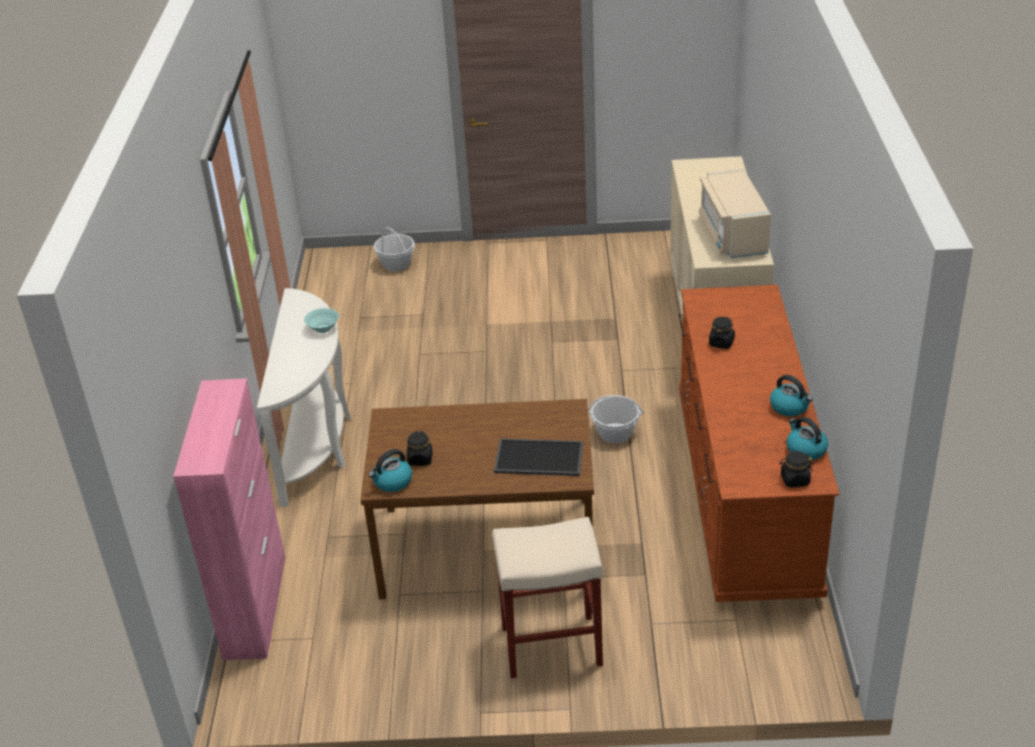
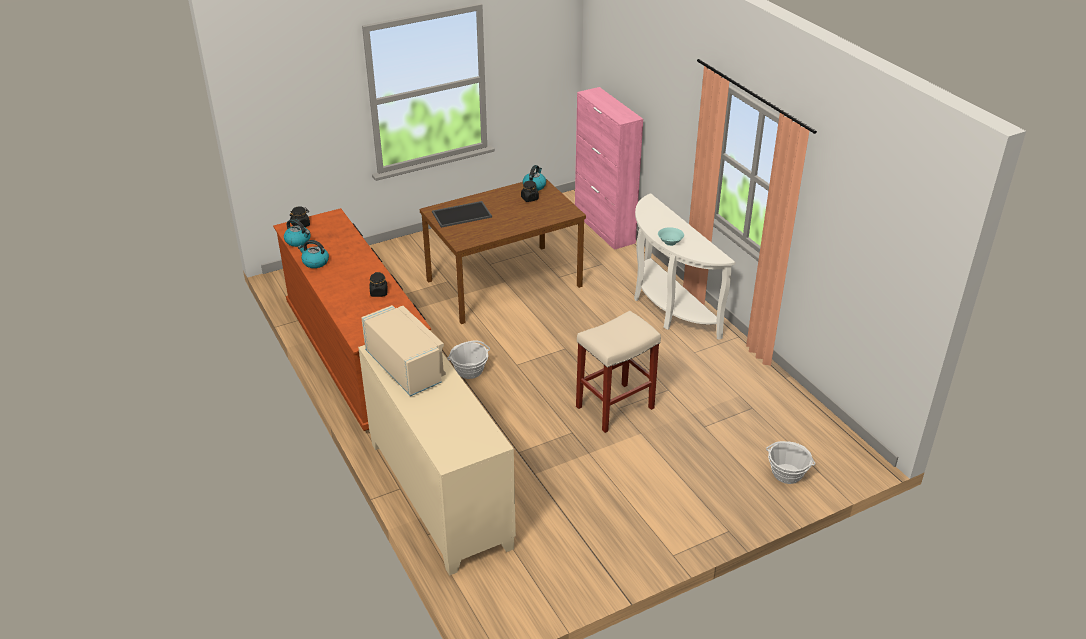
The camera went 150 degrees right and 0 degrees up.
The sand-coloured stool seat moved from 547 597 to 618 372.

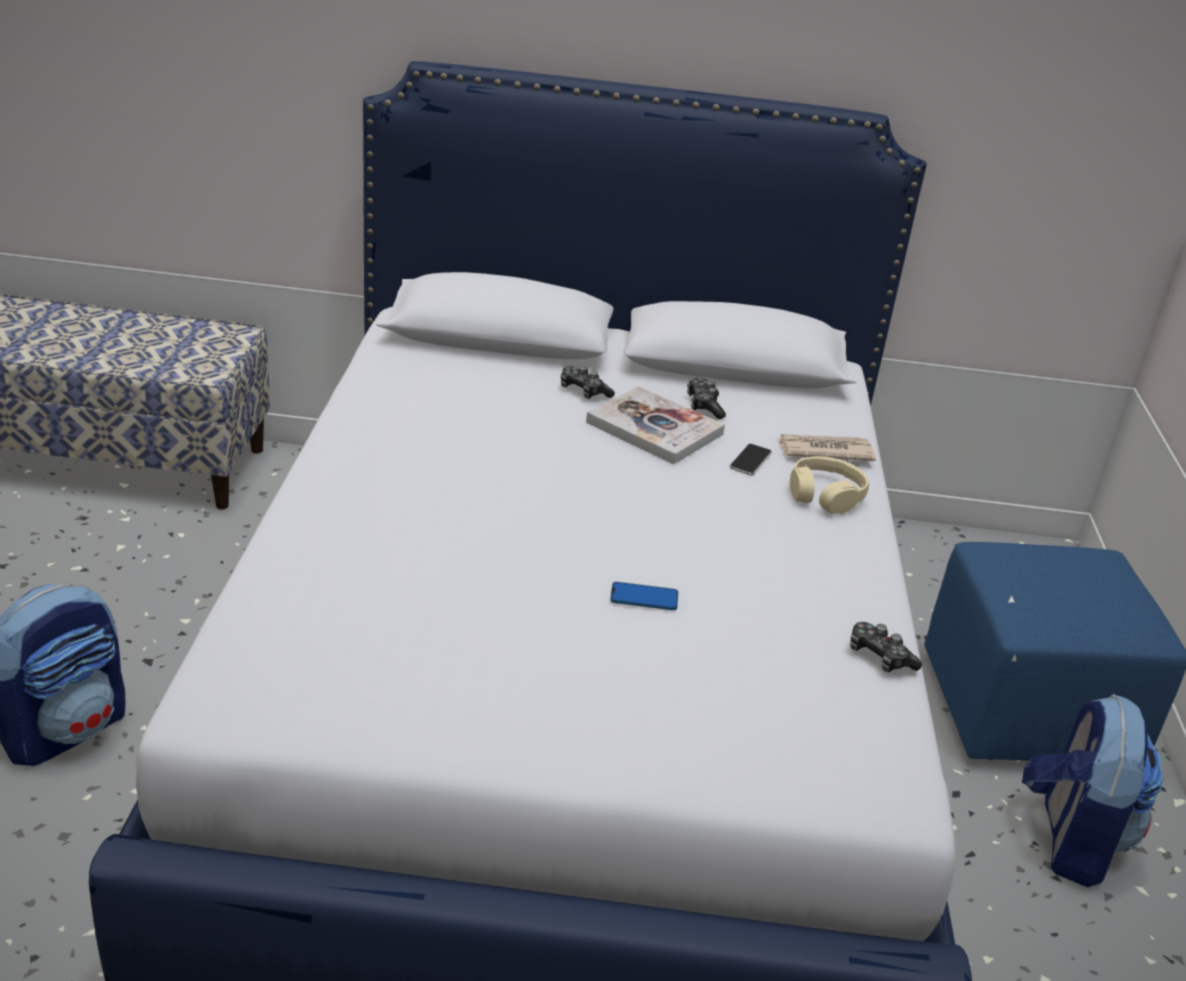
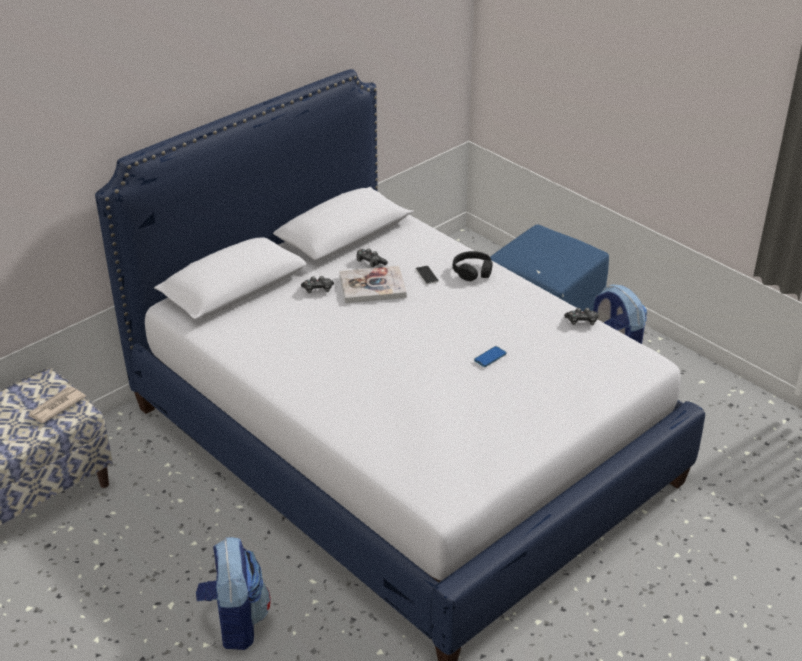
The camera went 45 degrees left and 5 degrees up.
The printed paper moved from 827 447 to 57 405.
The sand-coloured pair of headphones at 829 485 became the black pair of headphones at 473 266.

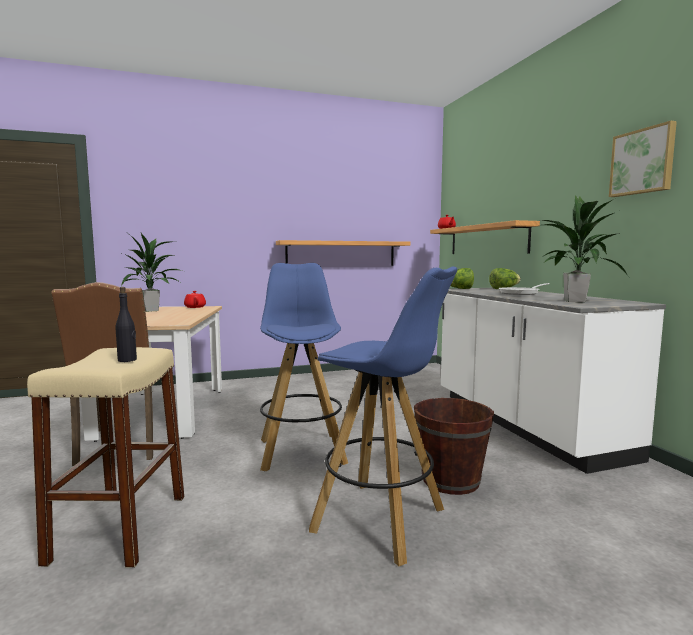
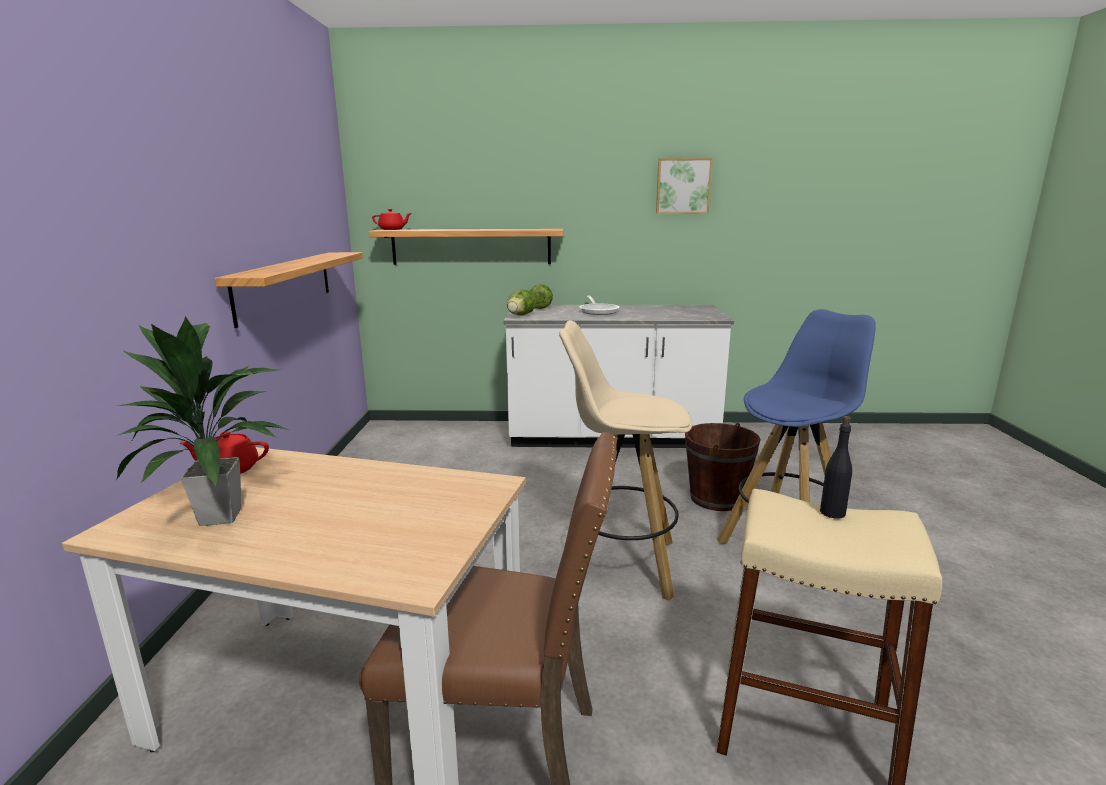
The camera went 70 degrees left and 10 degrees up.
The houseplant at 585 248 disappeared.
The blue-coloured stool seat at 304 367 became the sand-coloured stool seat at 625 461.

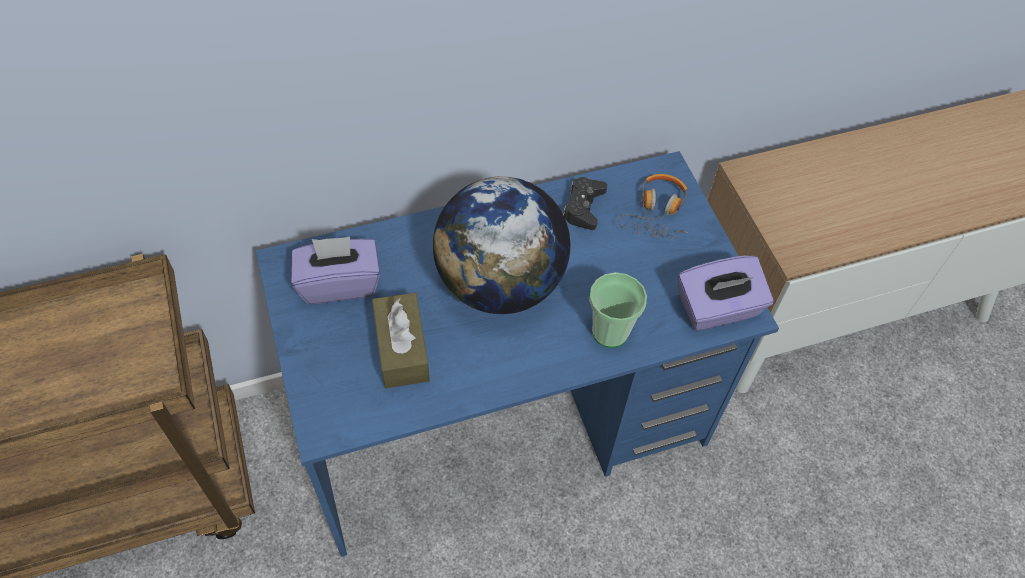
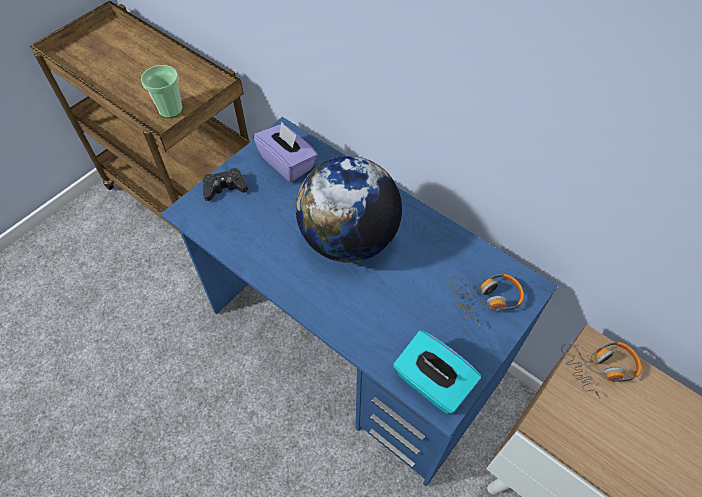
The camera went 60 degrees right and 0 degrees up.
The black game controller moved from 585 203 to 225 184.
The purple tissue holder at 726 293 became the turquoise tissue holder at 437 372.
The drinking cup moved from 618 310 to 162 91.
The brown-coloured tissue holder at 401 340 disappeared.
The pair of headphones at 601 370 appeared.

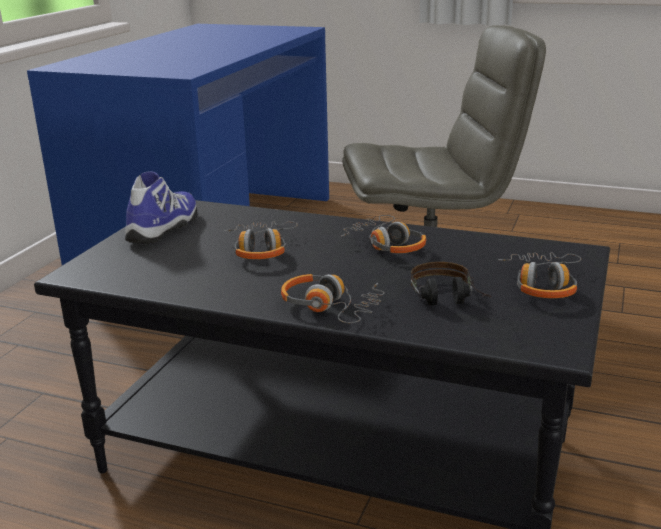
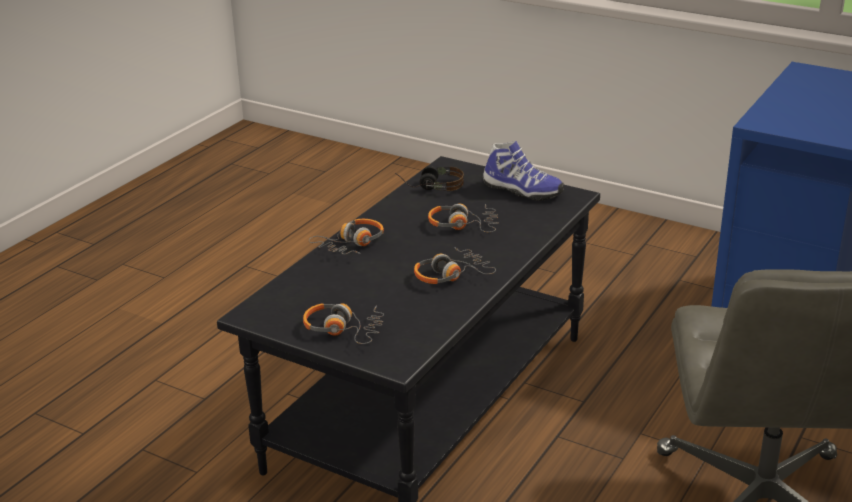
The camera went 100 degrees right and 5 degrees up.
The pair of headphones moved from 451 283 to 429 178.

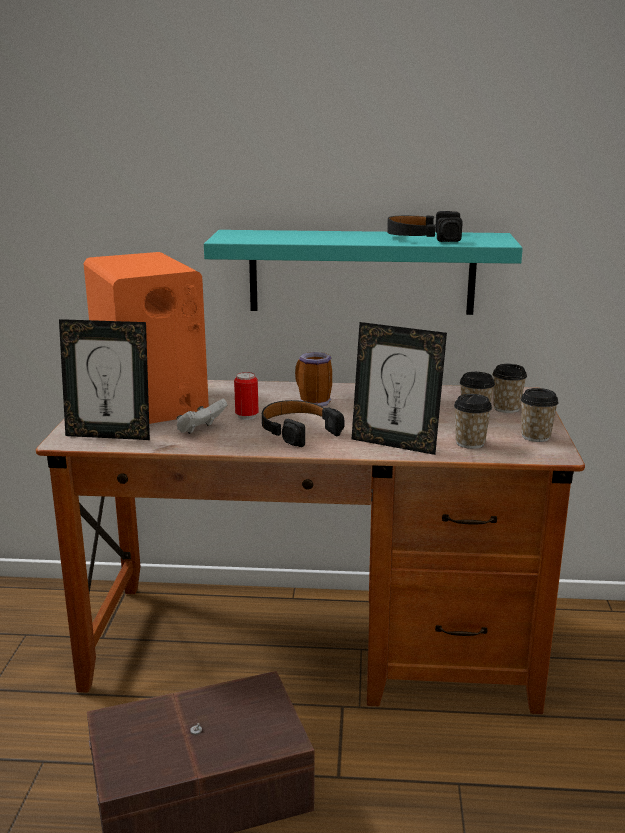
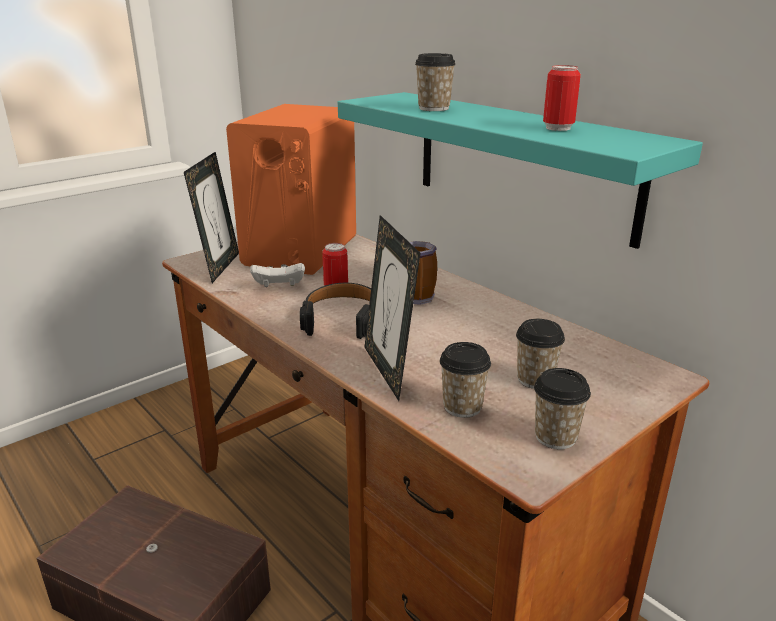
The camera went 45 degrees right and 5 degrees up.
The black pair of headphones at 425 226 was replaced by the sealed can at 562 98.
The picture frame at 104 379 turned 135 degrees counterclockwise.
The drinking cup moved from 509 388 to 435 82.

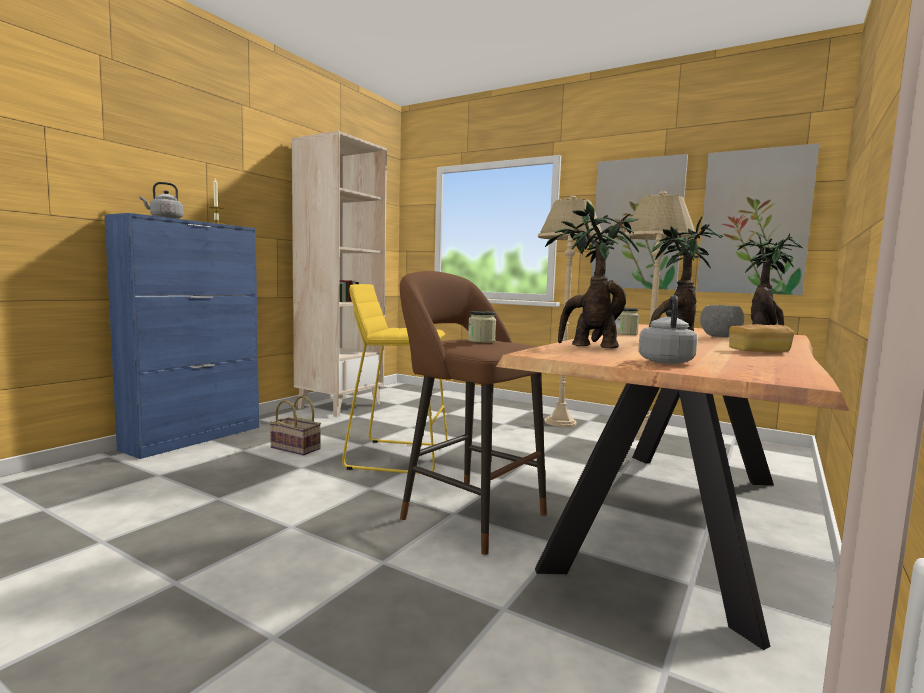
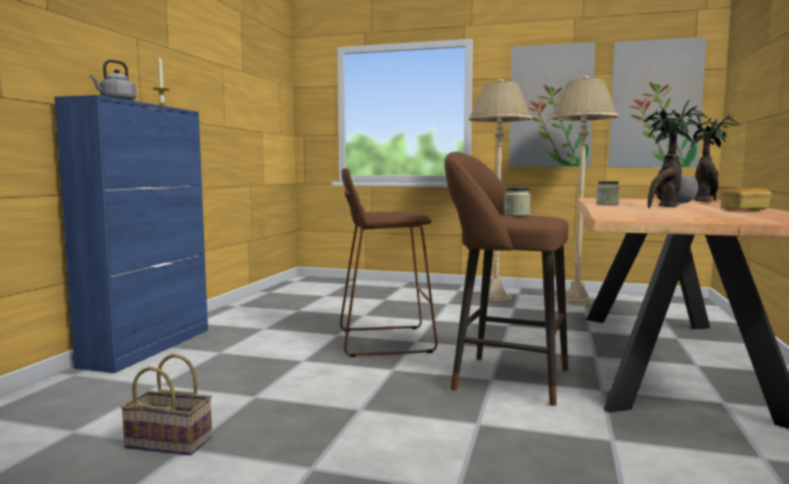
The camera went 15 degrees left and 0 degrees up.
The sand-coloured bookcase at 339 274 disappeared.
The houseplant at 592 275 disappeared.
The yellow stool seat at 395 379 became the brown-coloured stool seat at 388 262.
The gray water kettle at 667 329 disappeared.
The household basket moved from 295 425 to 166 404.

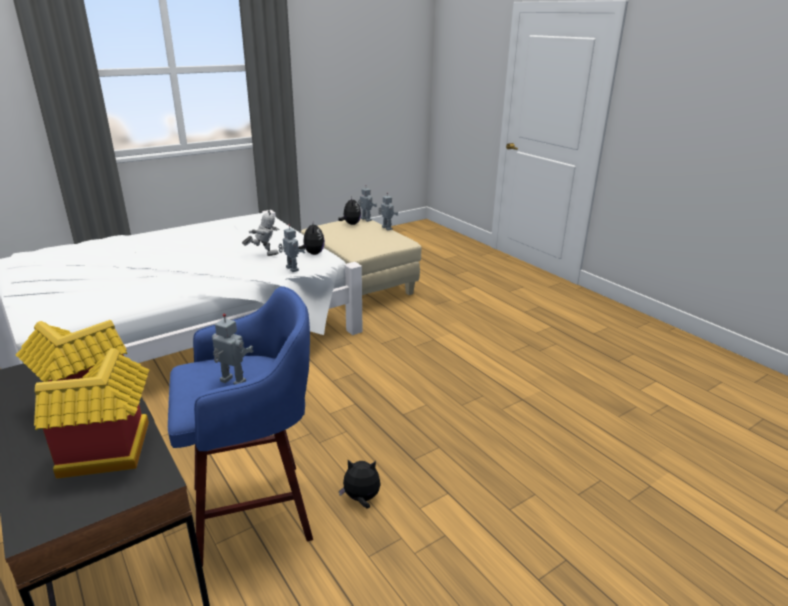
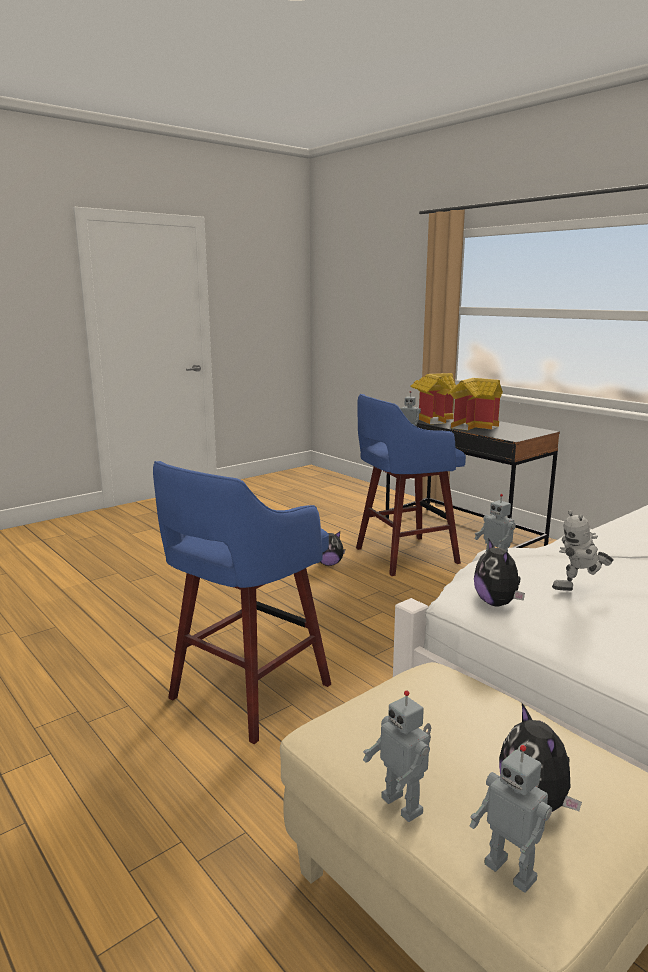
The camera went 175 degrees right and 10 degrees down.
The blue-coloured stool seat at 242 602 appeared.

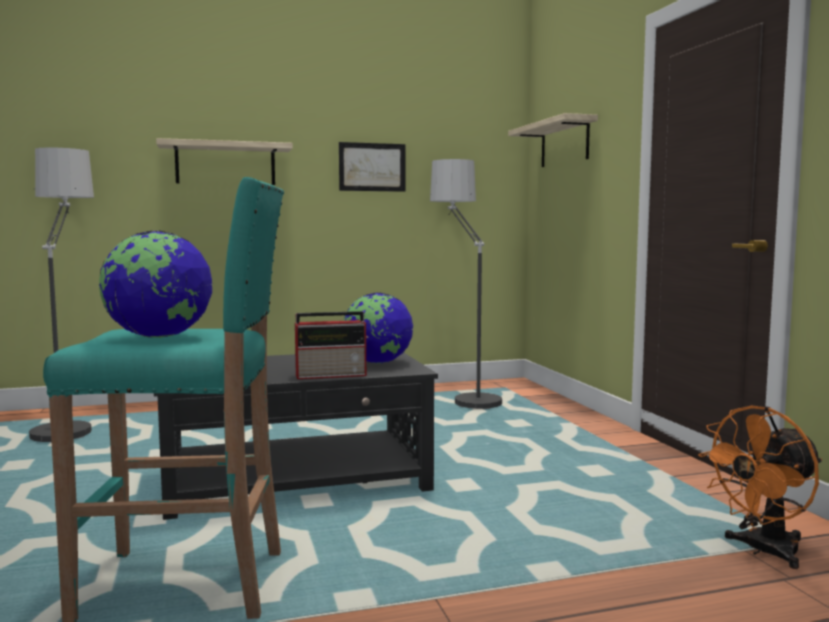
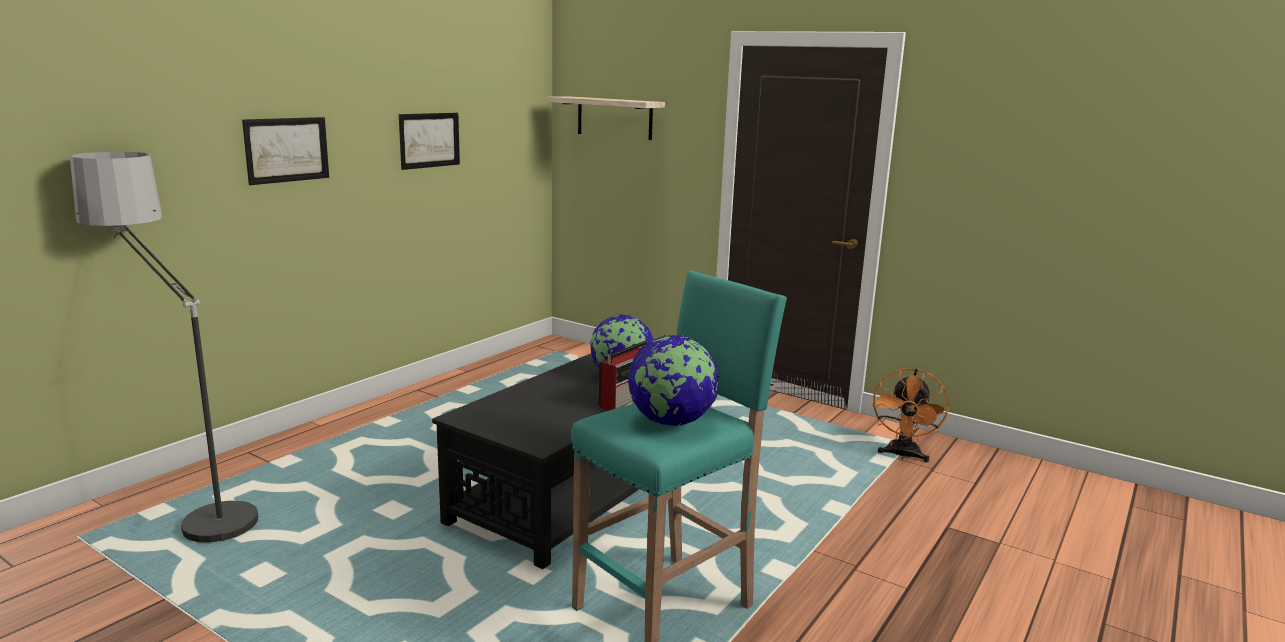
The camera went 40 degrees left and 10 degrees up.
The wall shelf at 224 161 was replaced by the picture at 285 151.
The floor lamp at 466 284 disappeared.

